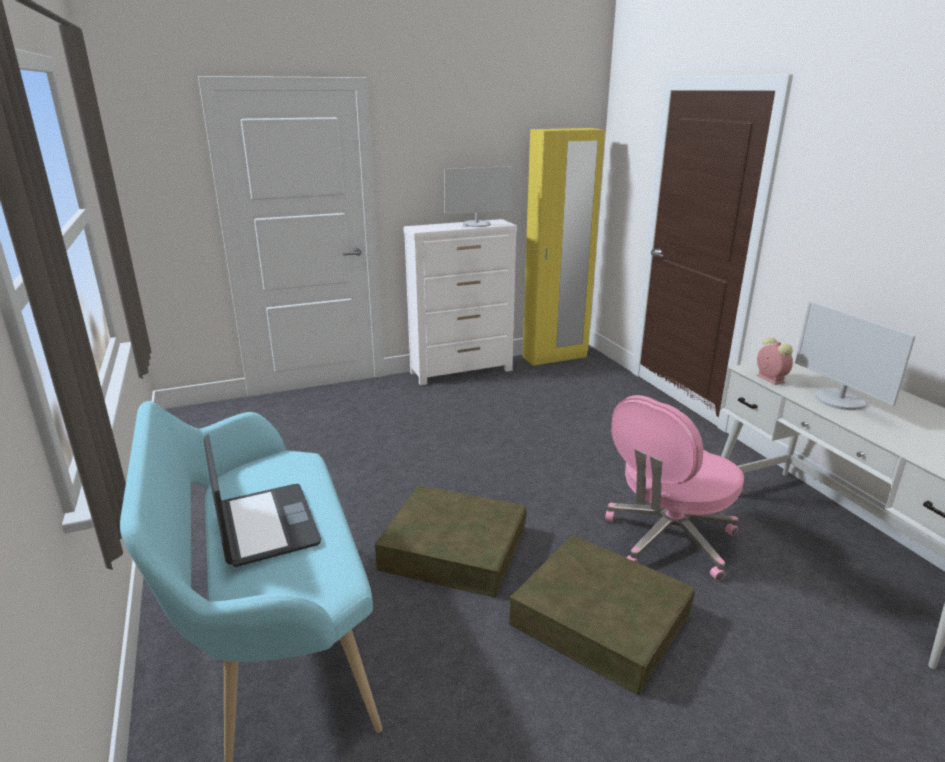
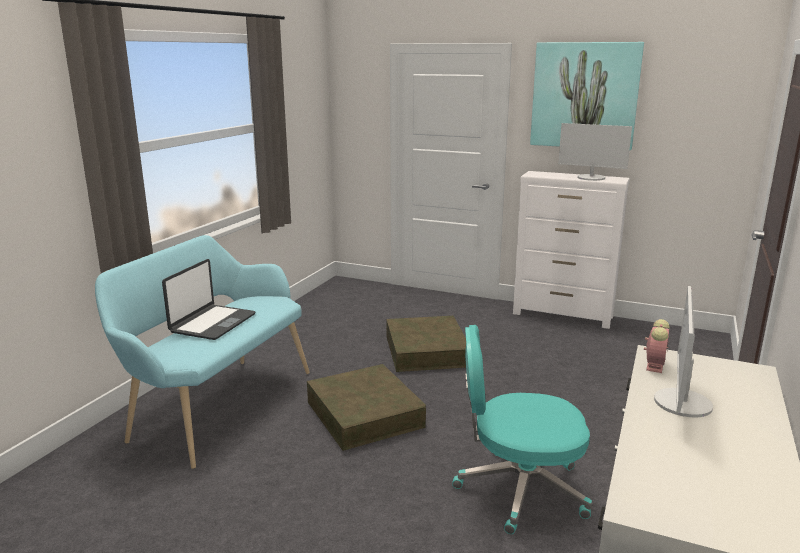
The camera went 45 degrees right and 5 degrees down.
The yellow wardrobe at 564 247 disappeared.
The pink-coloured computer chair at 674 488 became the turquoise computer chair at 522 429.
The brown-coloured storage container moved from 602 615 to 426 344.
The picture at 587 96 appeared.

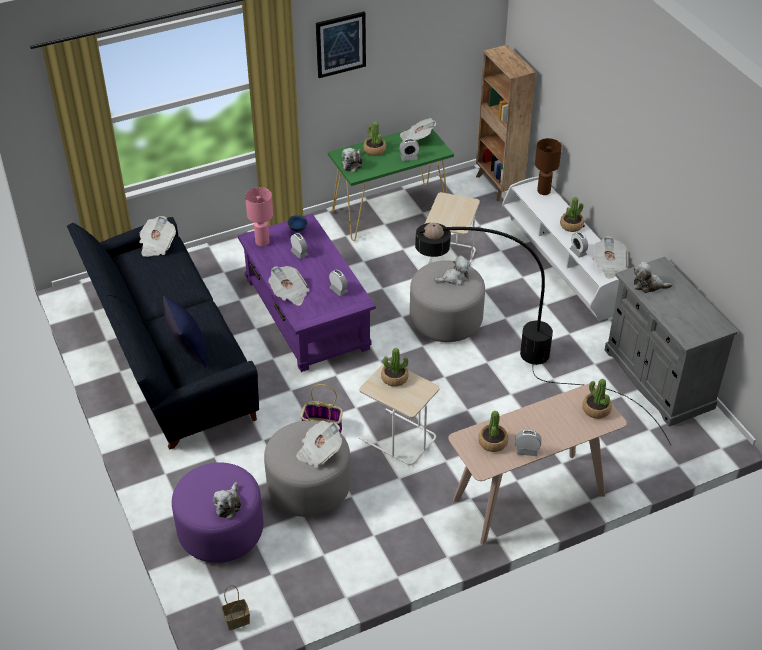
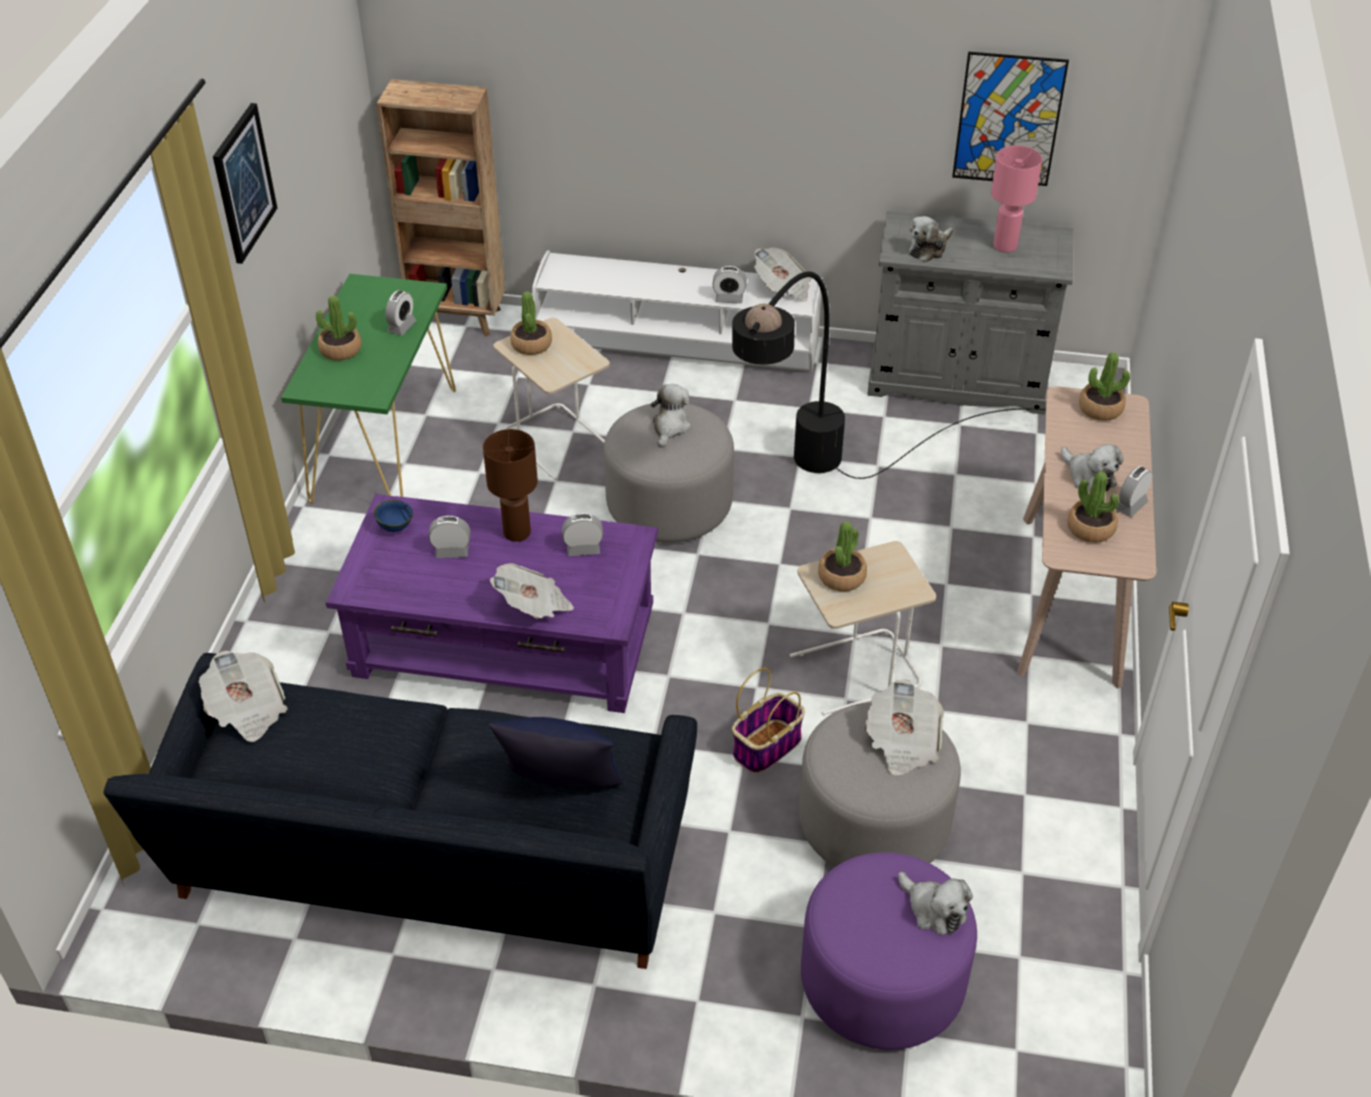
The camera went 55 degrees left and 0 degrees up.
The printed paper at 418 129 disappeared.
The brown-coloured lamp for a table moved from 548 166 to 510 485.
The soft toy moved from 352 160 to 1092 467.
The pink-coloured lamp for a table moved from 259 217 to 1016 198.
The houseplant moved from 572 214 to 531 323.
The household basket at 236 607 disappeared.
The picture at 1010 119 appeared.

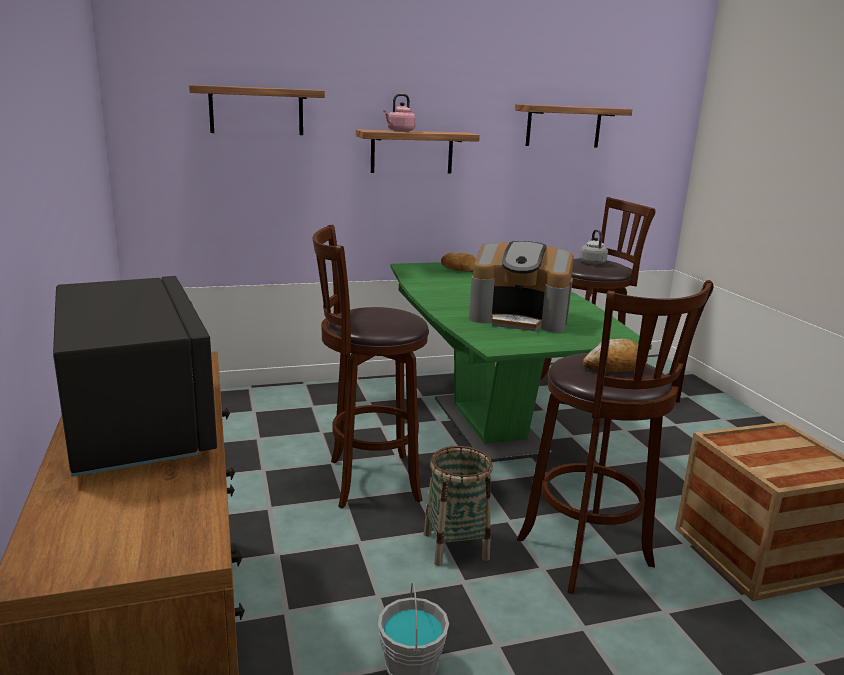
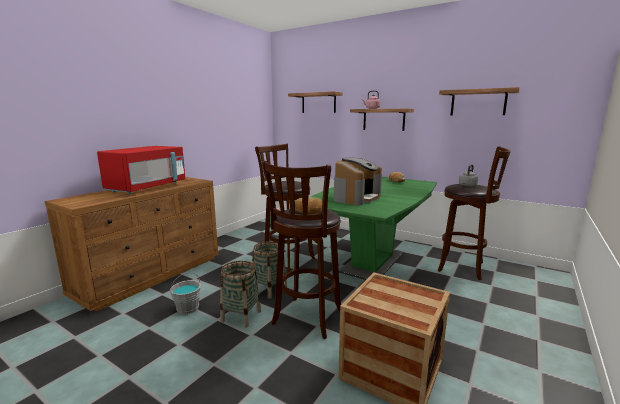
The camera went 50 degrees right and 5 degrees down.
The coffee machine at 521 286 turned 120 degrees counterclockwise.
The black microwave at 135 376 became the red microwave at 141 170.
The household basket at 240 294 appeared.

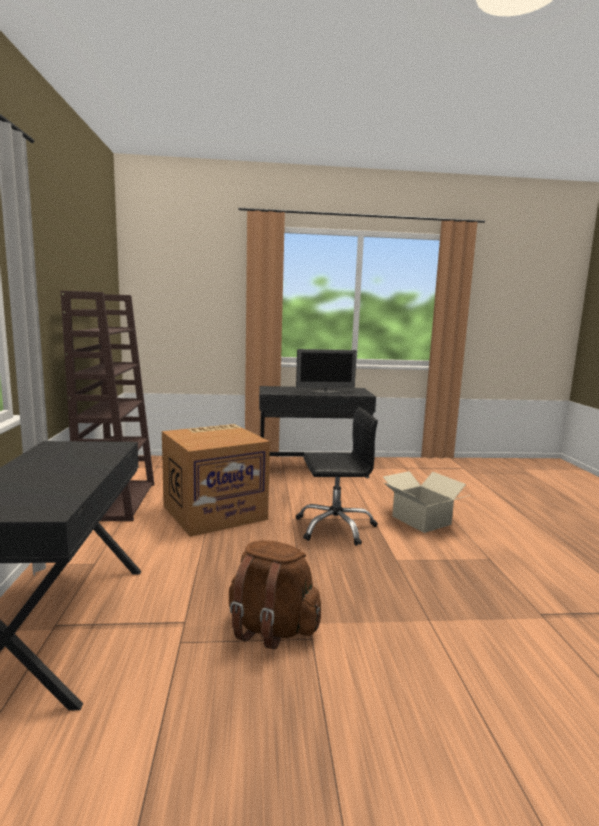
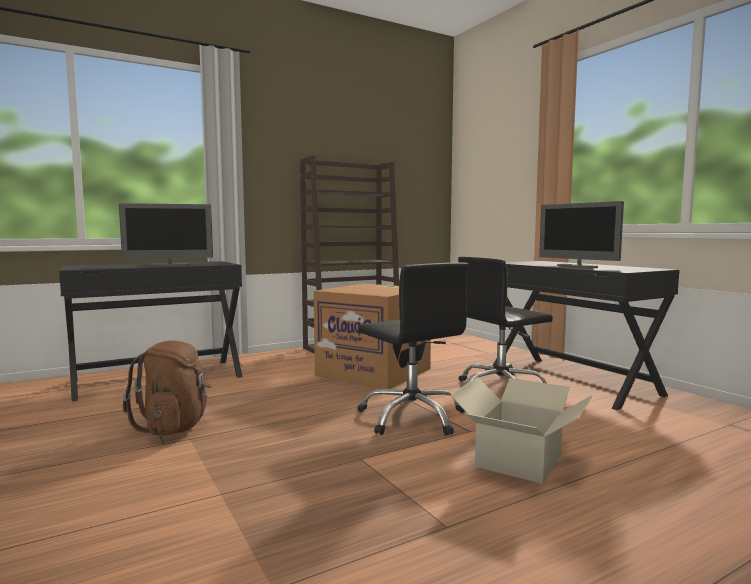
The camera went 65 degrees right and 5 degrees down.
The computer display at 166 235 appeared.
The black computer chair at 505 321 appeared.

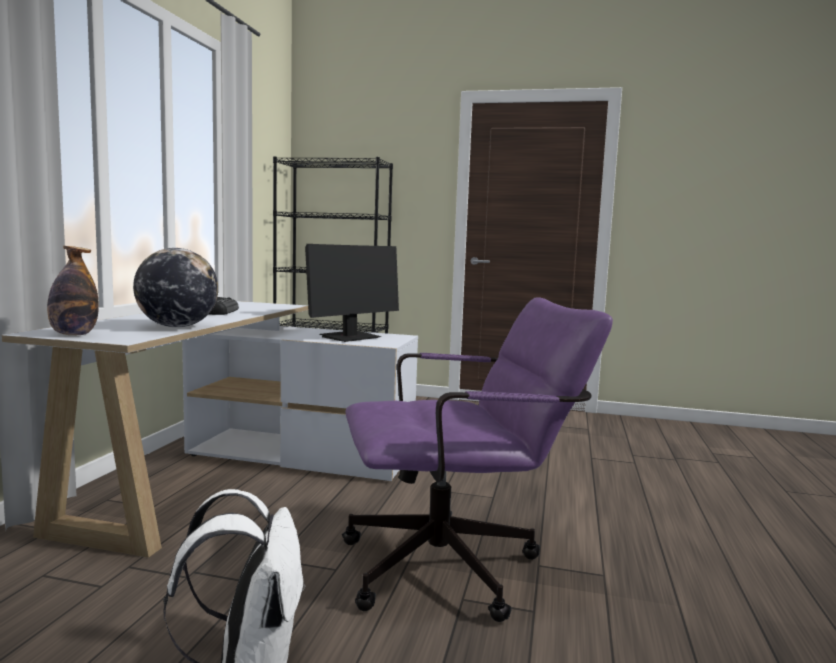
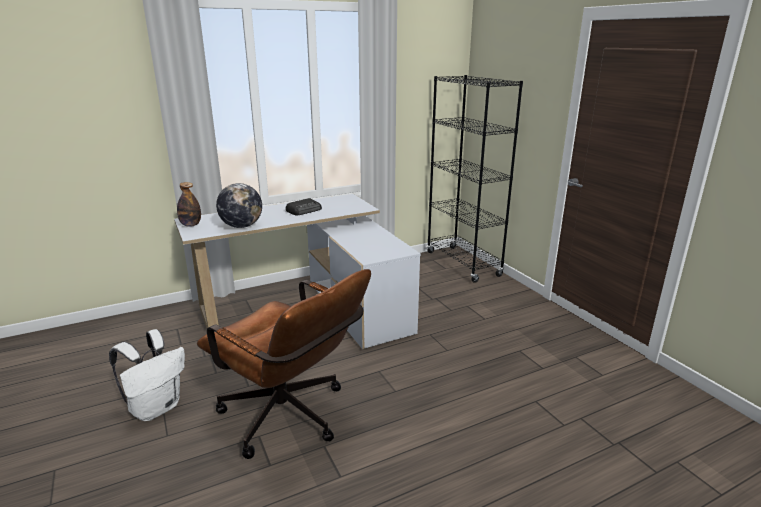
The camera went 50 degrees right and 15 degrees up.
The computer display at 352 293 disappeared.
The purple computer chair at 477 459 became the brown-coloured computer chair at 284 364.

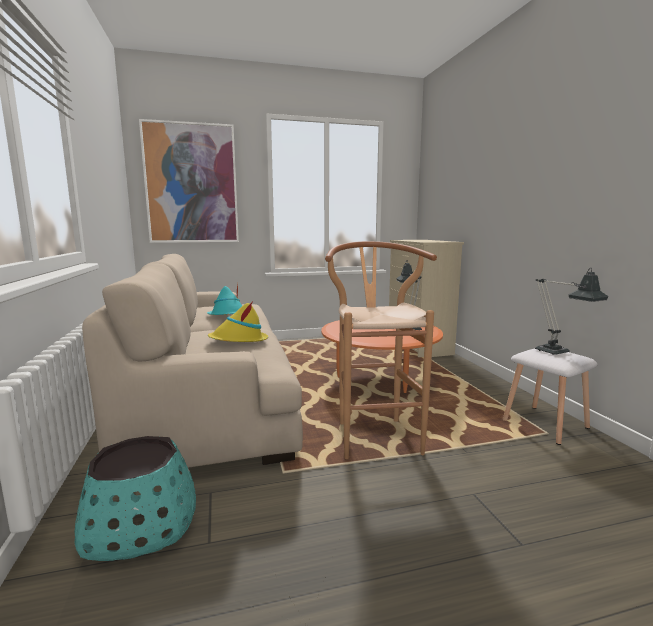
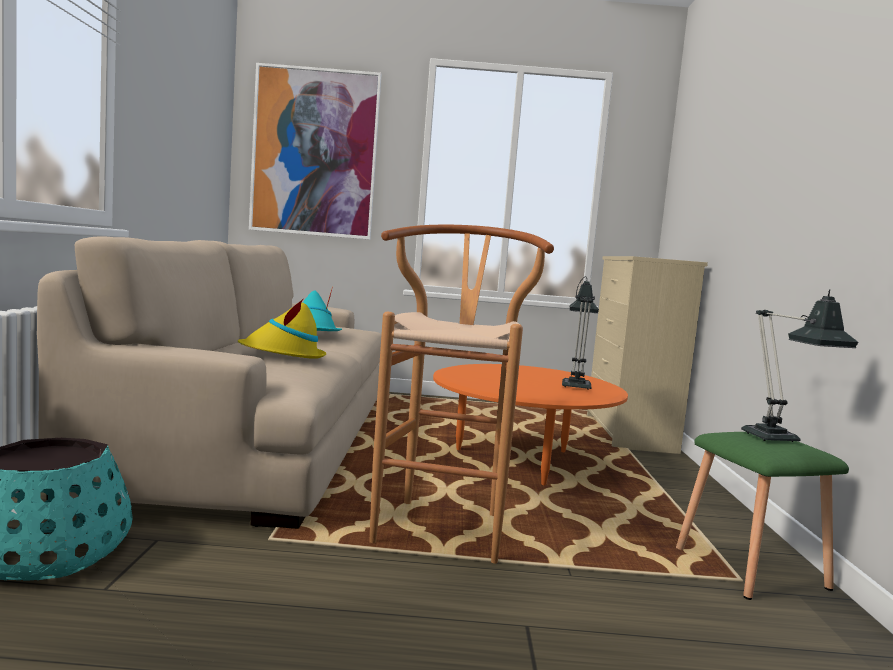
The camera went 15 degrees right and 5 degrees down.
The white-coloured stool seat at 550 396 became the green stool seat at 762 516.

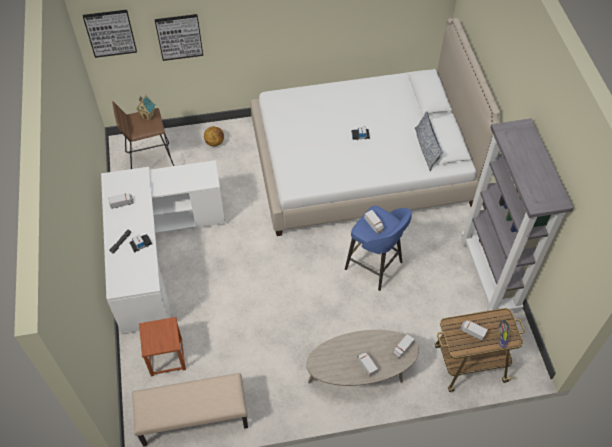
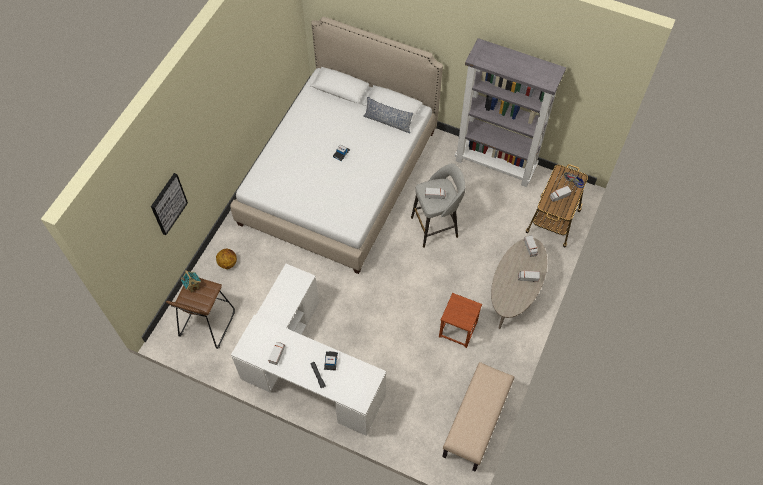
The camera went 55 degrees left and 5 degrees up.
The picture at 110 34 disappeared.
The blue-coloured stool seat at 378 248 became the gray stool seat at 438 205.
The brown-coloured stool seat moved from 162 346 to 460 320.

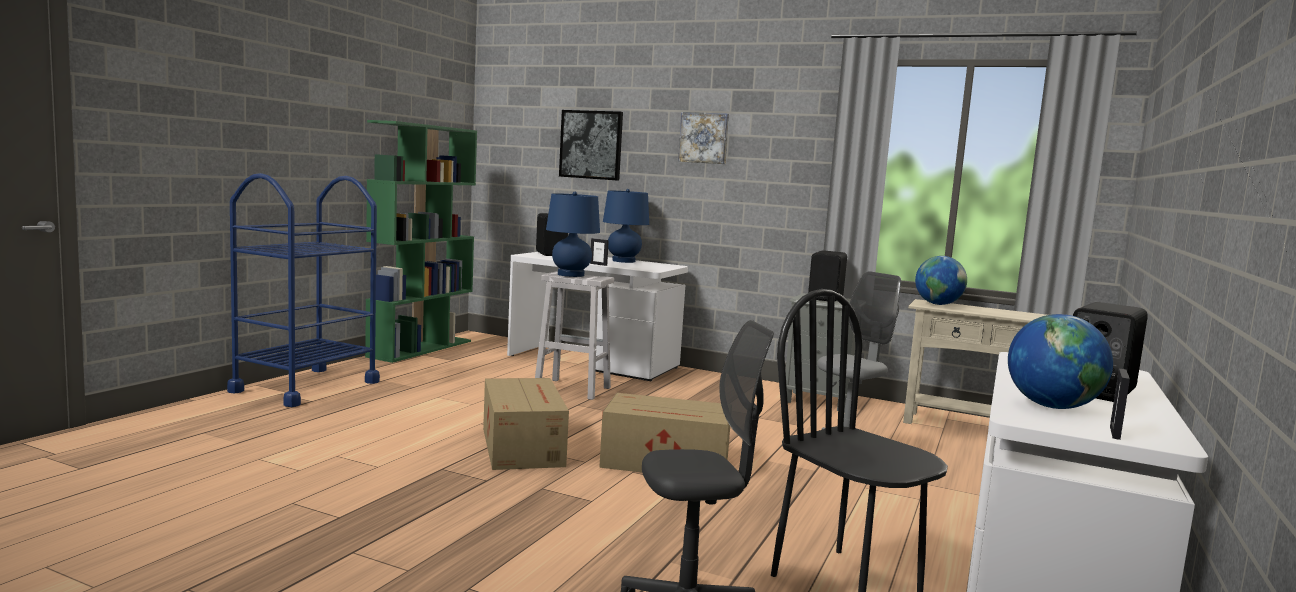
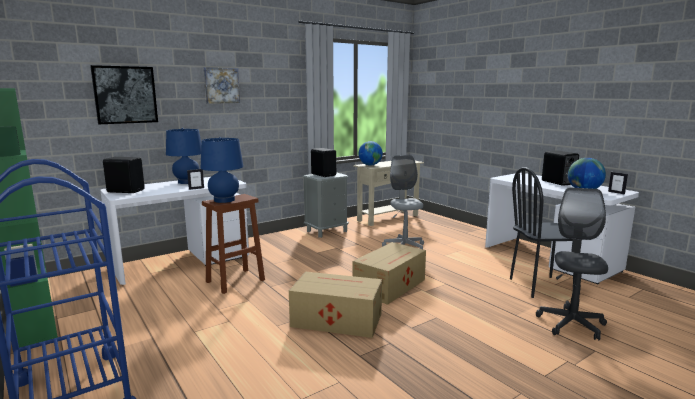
The camera went 60 degrees left and 5 degrees up.
The white-coloured stool seat at 574 335 became the brown-coloured stool seat at 233 244.

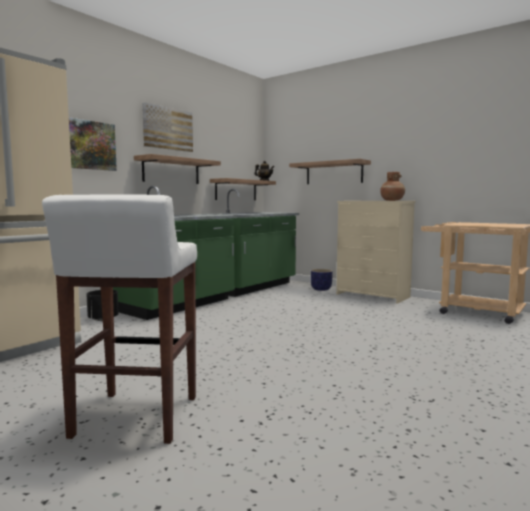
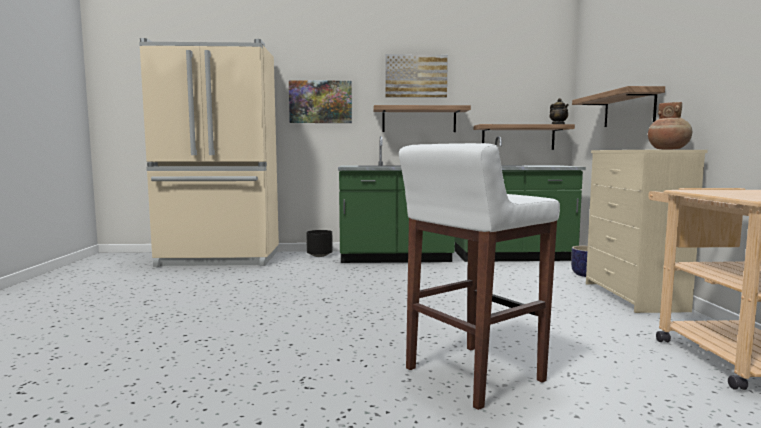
The camera went 50 degrees right and 0 degrees up.
The white-coloured stool seat moved from 119 319 to 479 276.

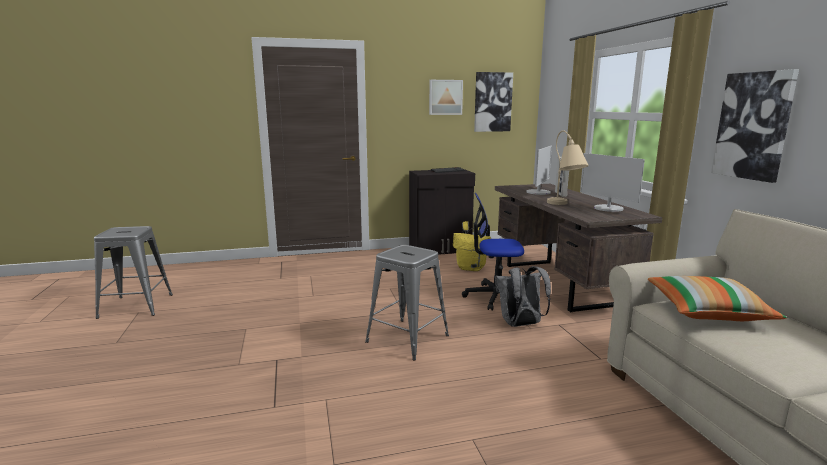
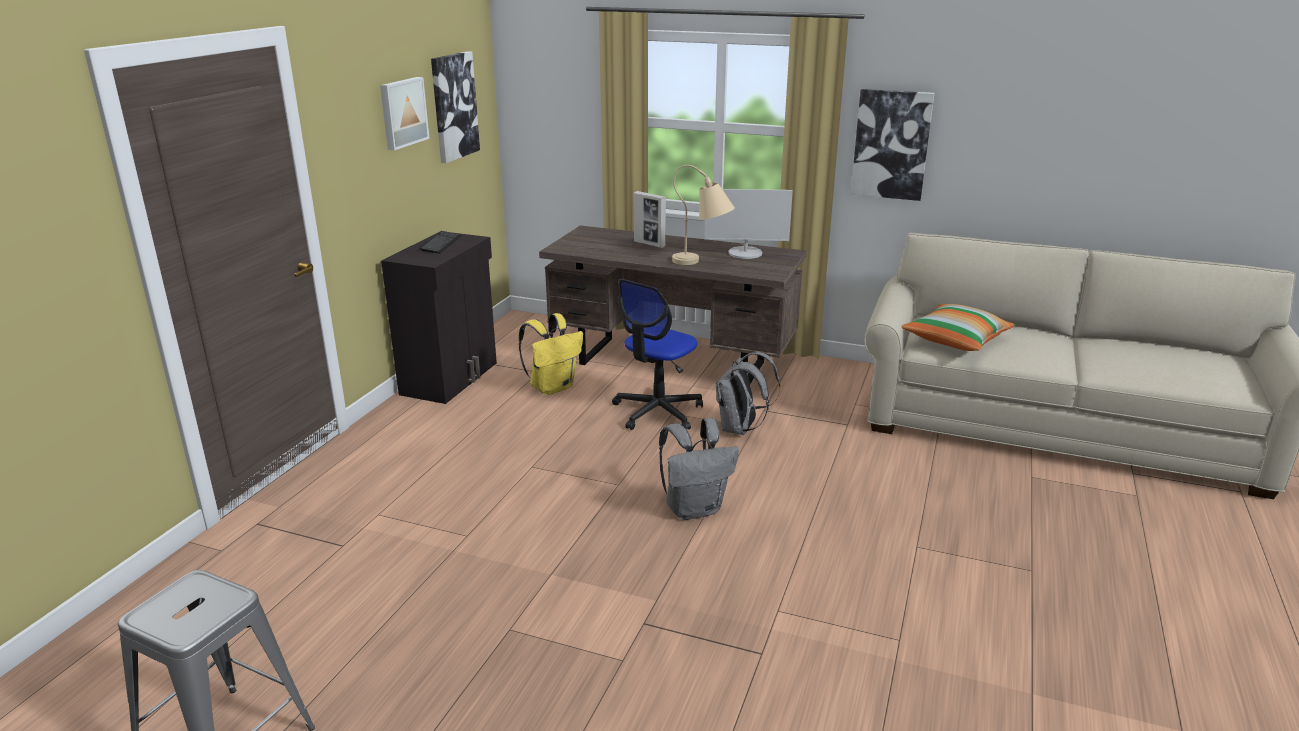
The camera went 55 degrees left and 10 degrees up.
The computer display at 539 170 disappeared.
The gray stool seat at 407 303 was replaced by the gray knapsack at 699 469.

